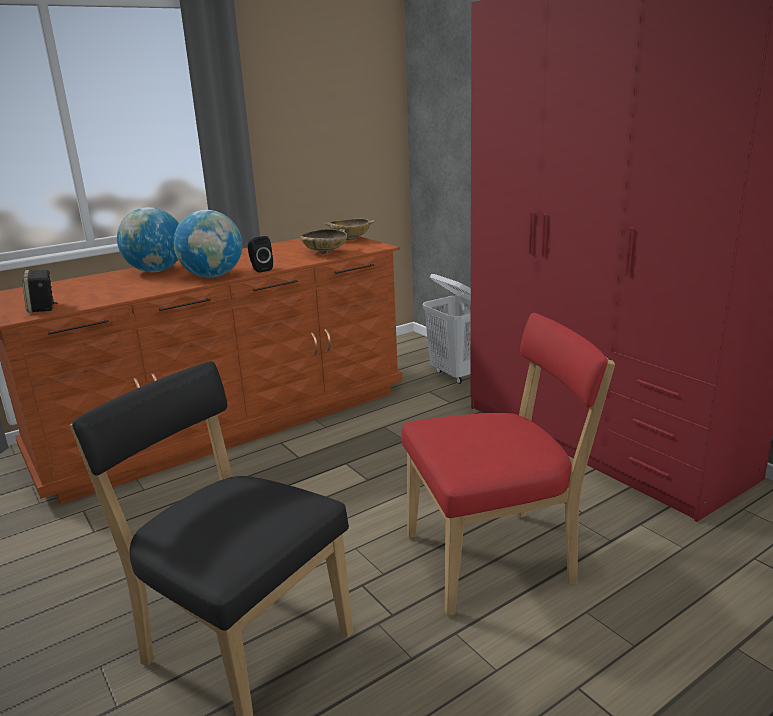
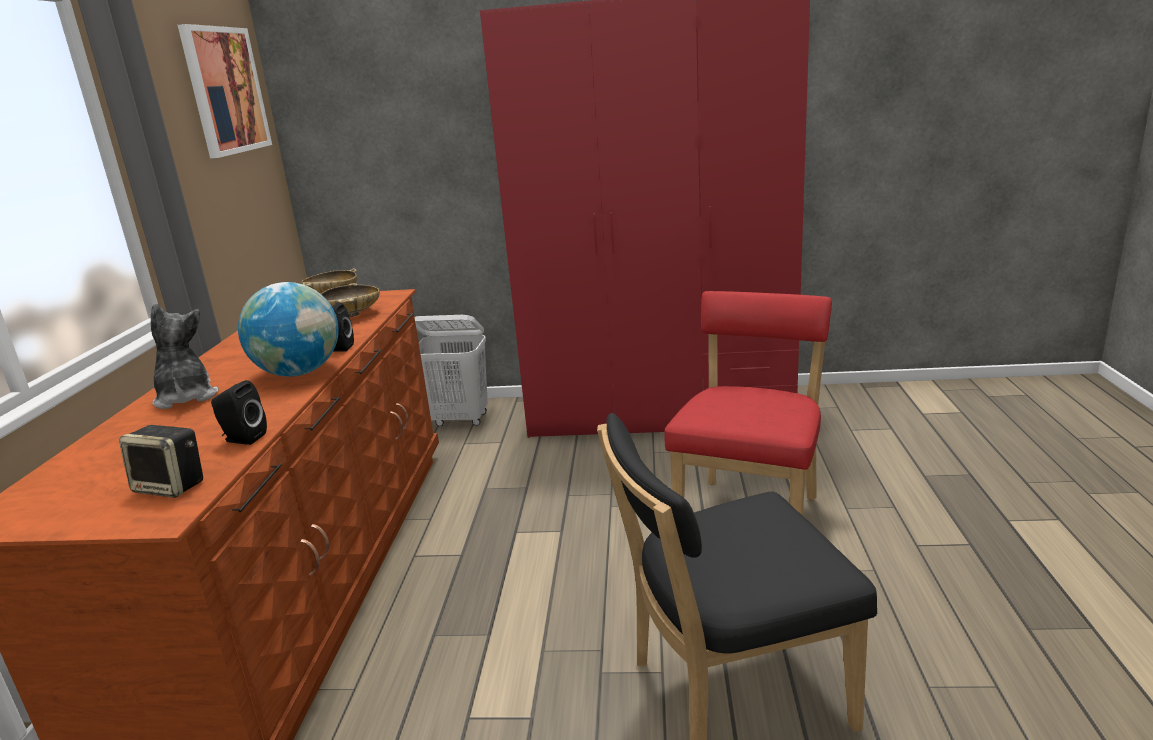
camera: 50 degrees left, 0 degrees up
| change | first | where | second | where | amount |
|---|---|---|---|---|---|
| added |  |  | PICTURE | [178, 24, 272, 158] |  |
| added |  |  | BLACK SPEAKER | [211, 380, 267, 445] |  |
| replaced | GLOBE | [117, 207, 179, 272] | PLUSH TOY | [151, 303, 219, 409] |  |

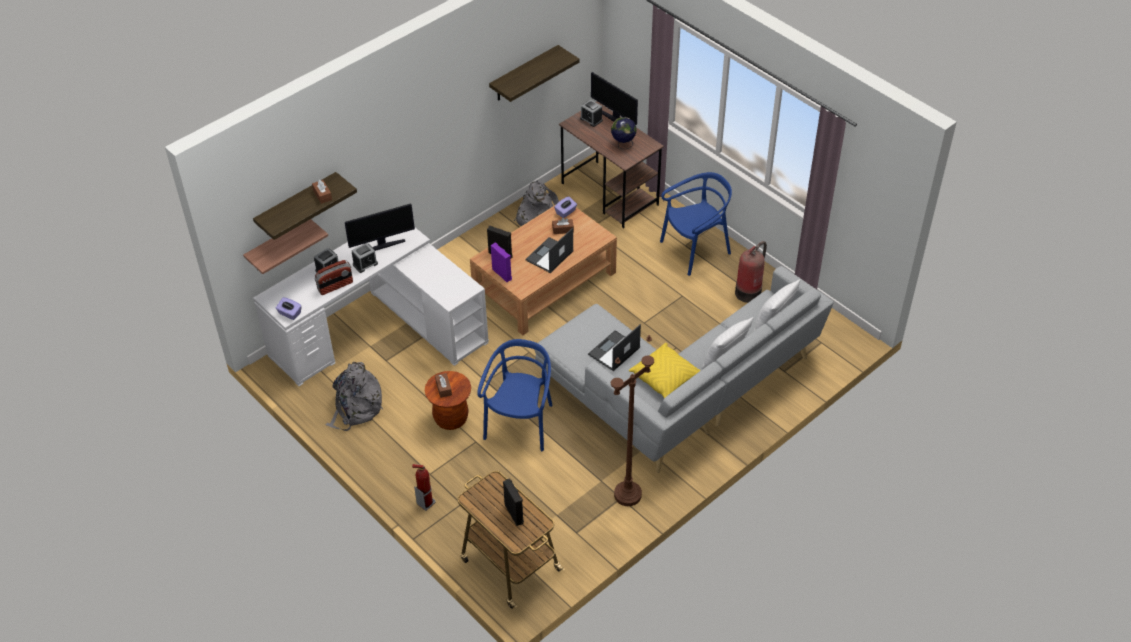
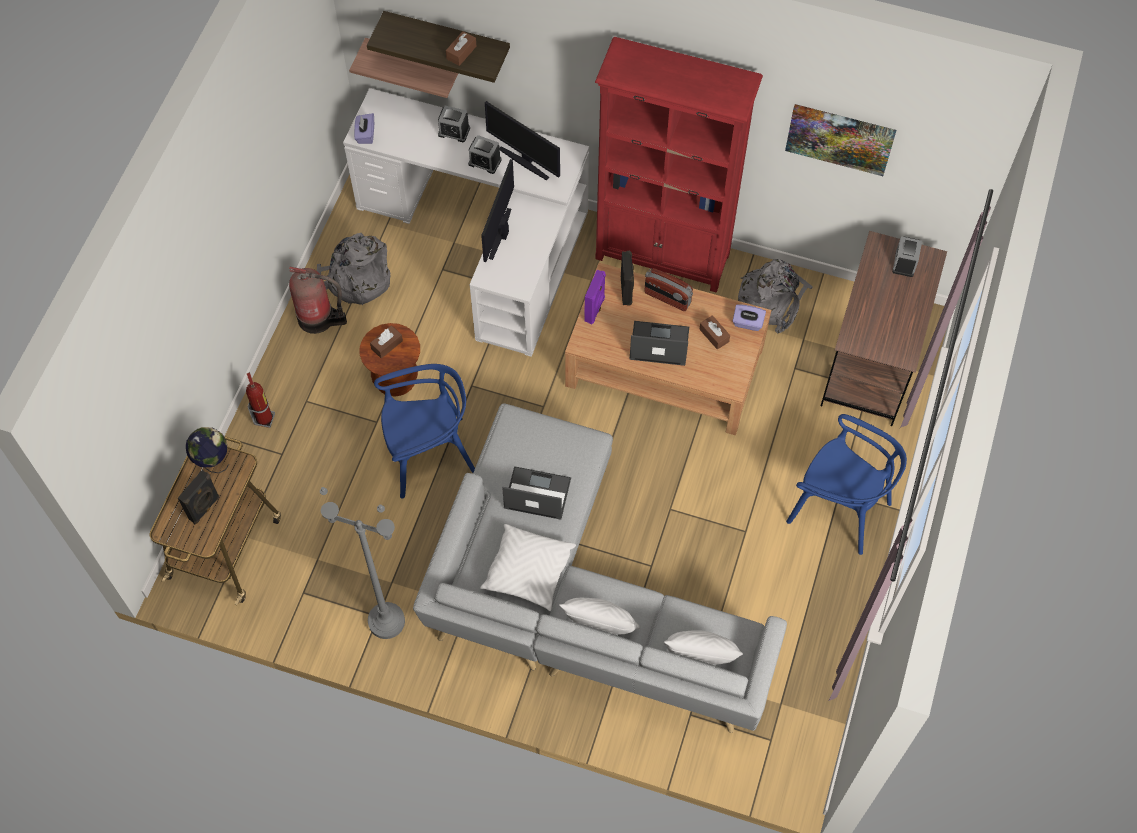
camera: 60 degrees right, 15 degrees up
| change | first | where | second | where | amount |
|---|---|---|---|---|---|
| added |  |  | RED BOOKCASE | [595, 37, 763, 293] |  |
| moved | RADIO | [315, 260, 353, 295] |  | [644, 268, 693, 311] |  |
| moved | MONITOR | [591, 72, 638, 125] |  | [481, 159, 514, 262] |  |
| moved | GLOBE | [611, 117, 637, 149] |  | [186, 427, 229, 473] |  |
| moved | FIRE EXTINGUISHER | [735, 241, 767, 303] |  | [289, 267, 347, 334] |  |
| replaced | SHELF | [489, 45, 580, 102] | PICTURE | [785, 104, 897, 176] |  |
| recoloured | BROWN FLOOR LAMP | [611, 335, 654, 506] | GREY FLOOR LAMP | [320, 487, 405, 639] |  |
| recoloured | YELLOW PILLOW | [629, 343, 701, 398] | WHITE PILLOW | [480, 524, 576, 611] |  |

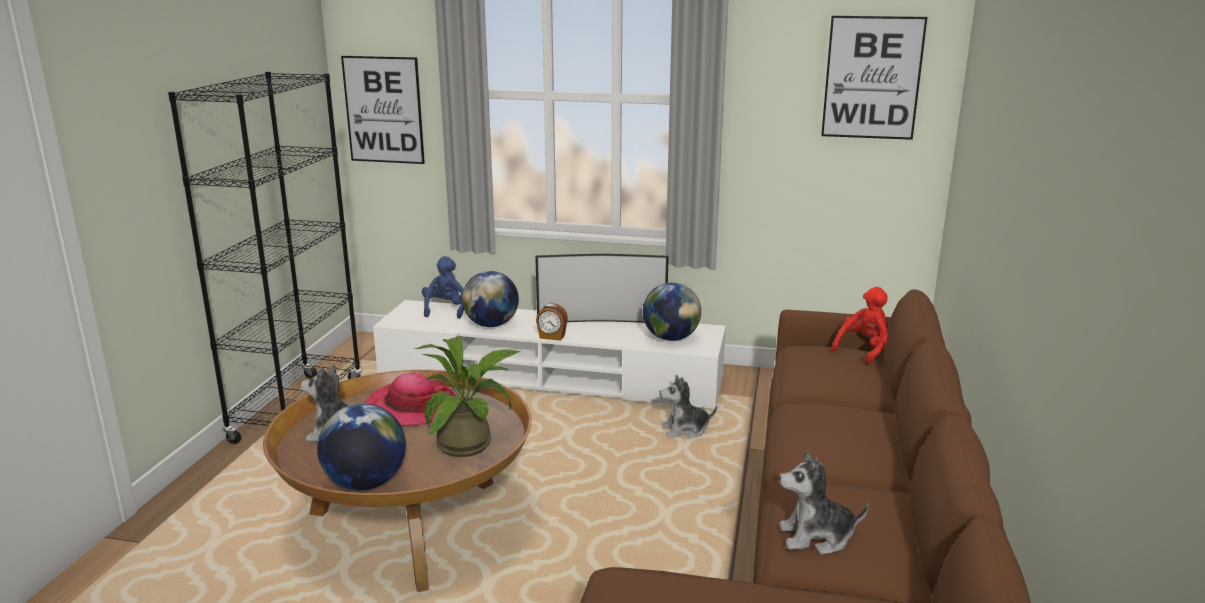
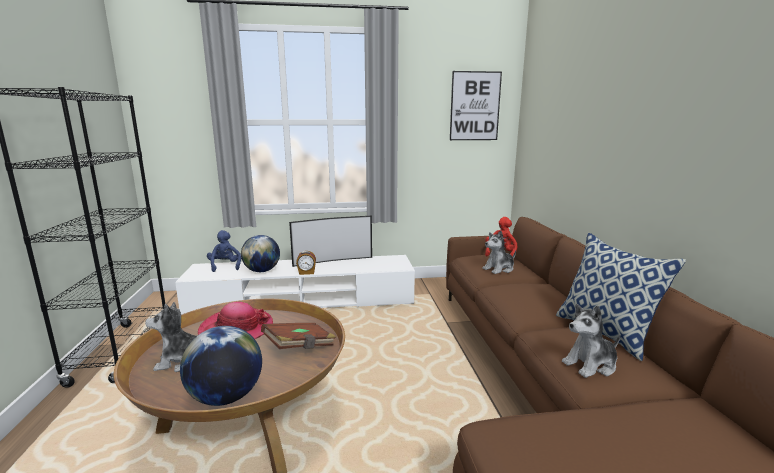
camera: 20 degrees left, 5 degrees down
| change | first | where | second | where | amount |
|---|---|---|---|---|---|
| removed | PICTURE | [341, 56, 425, 164] |  |  |  |
| removed | GLOBE | [643, 282, 701, 341] |  |  |  |
| added |  |  | PILLOW | [556, 233, 686, 361] |  |
| moved | PLUSH TOY | [659, 375, 717, 438] |  | [482, 230, 516, 274] |  |
| replaced | POTTED PLANT | [414, 336, 520, 457] | BROWN BOOK | [261, 323, 336, 349] |  |

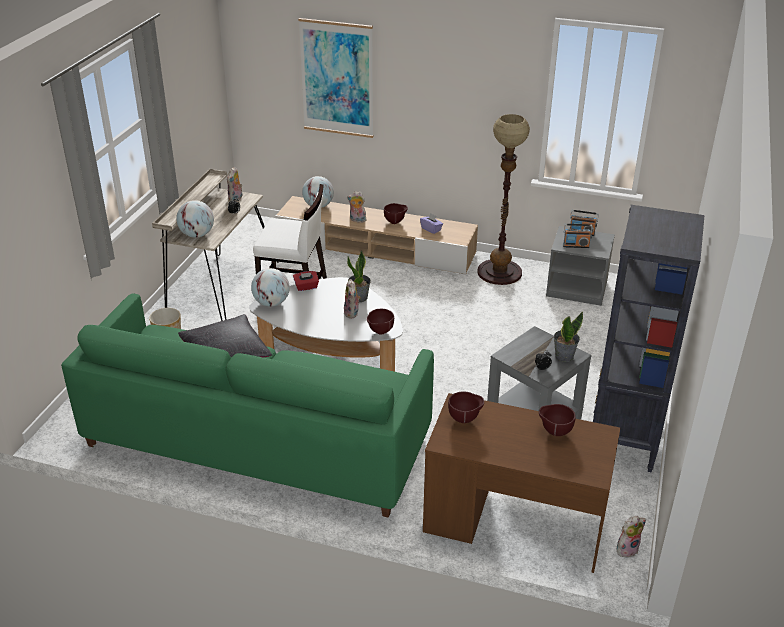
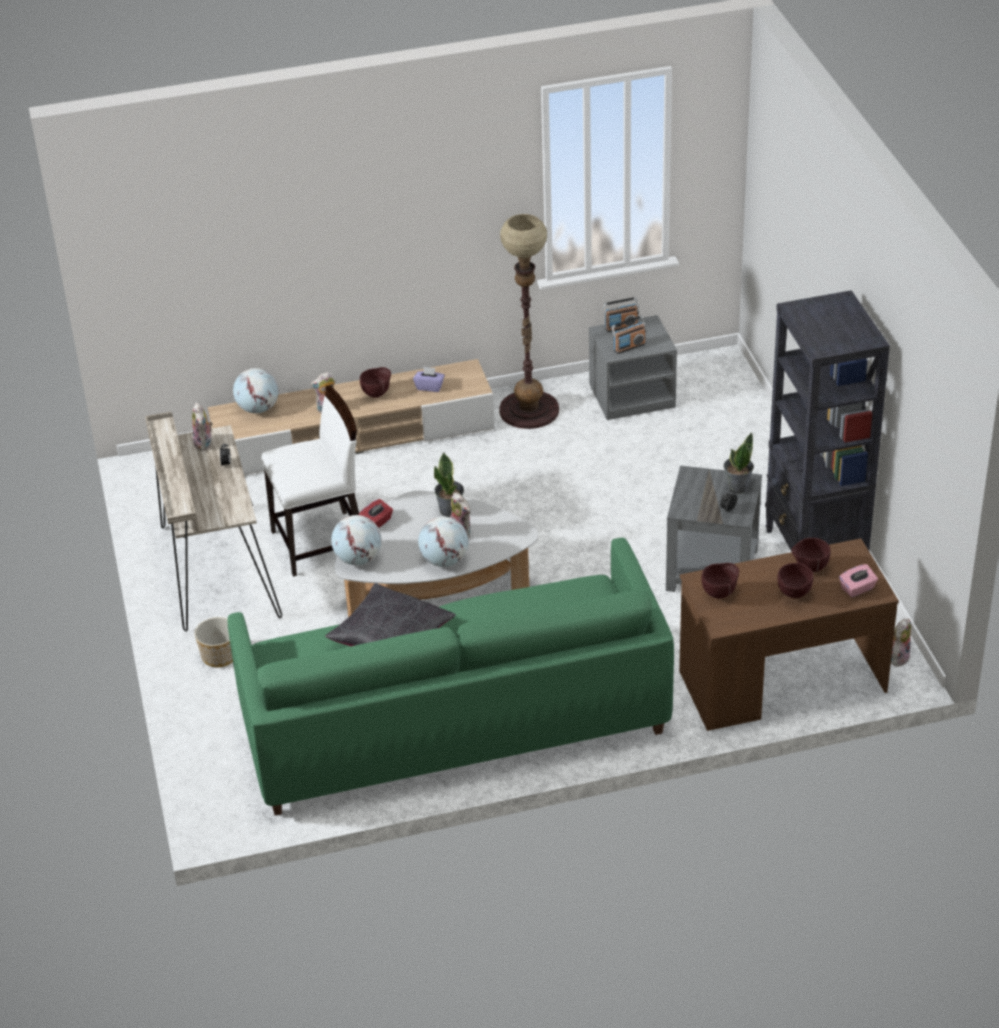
camera: 30 degrees left, 5 degrees up
| change | first | where | second | where | amount |
|---|---|---|---|---|---|
| removed | PICTURE | [298, 18, 374, 138] |  |  |  |
| added |  |  | PINK TISSUE BOX | [839, 564, 878, 597] |  |
| moved | GLOBE | [176, 200, 214, 238] |  | [418, 517, 469, 567] |  |
| moved | BROWN BOWL | [367, 309, 394, 334] |  | [777, 563, 813, 598] |  |

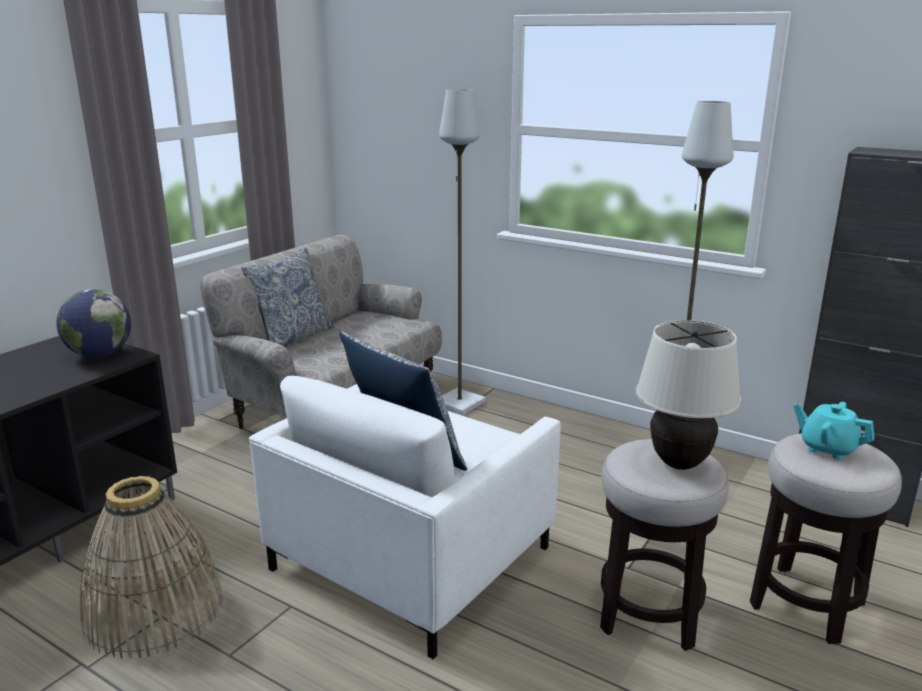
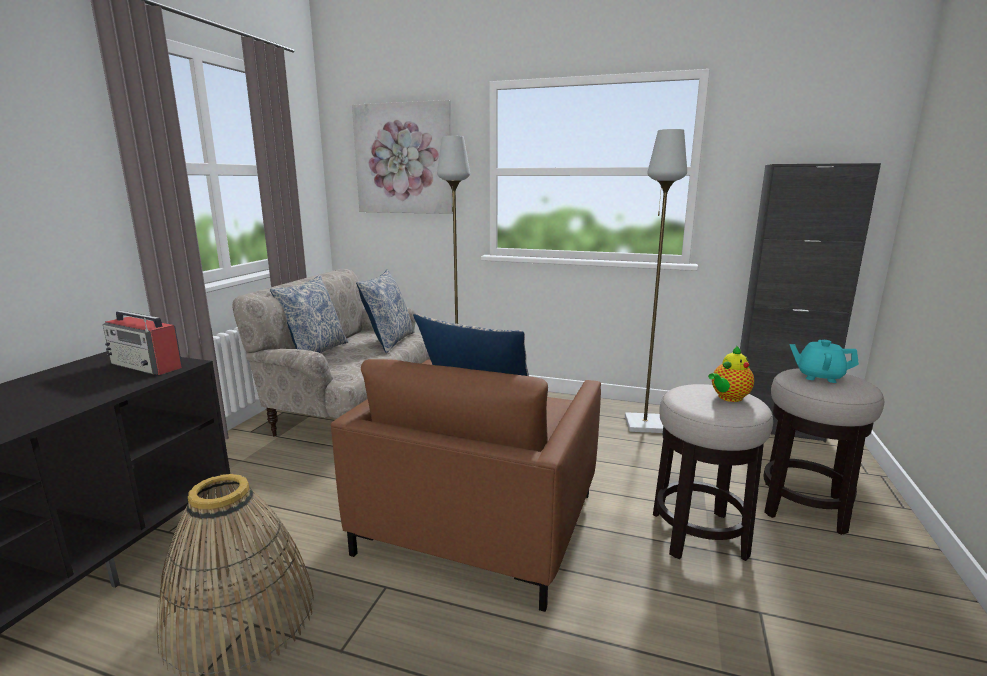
camera: 15 degrees left, 5 degrees down
| change | first | where | second | where | amount |
|---|---|---|---|---|---|
| added |  |  | PICTURE | [352, 100, 453, 214] |  |
| added |  |  | PILLOW | [356, 269, 414, 353] |  |
| replaced | GLOBE | [56, 289, 131, 357] | RADIO | [103, 311, 182, 375] |  |
| replaced | BEIGE TABLE LAMP | [636, 320, 741, 470] | TEAPOT | [708, 345, 754, 402] |  |
| recoloured | WHITE ARMCHAIR | [249, 376, 561, 659] | BROWN ARMCHAIR | [330, 359, 601, 612] |  |

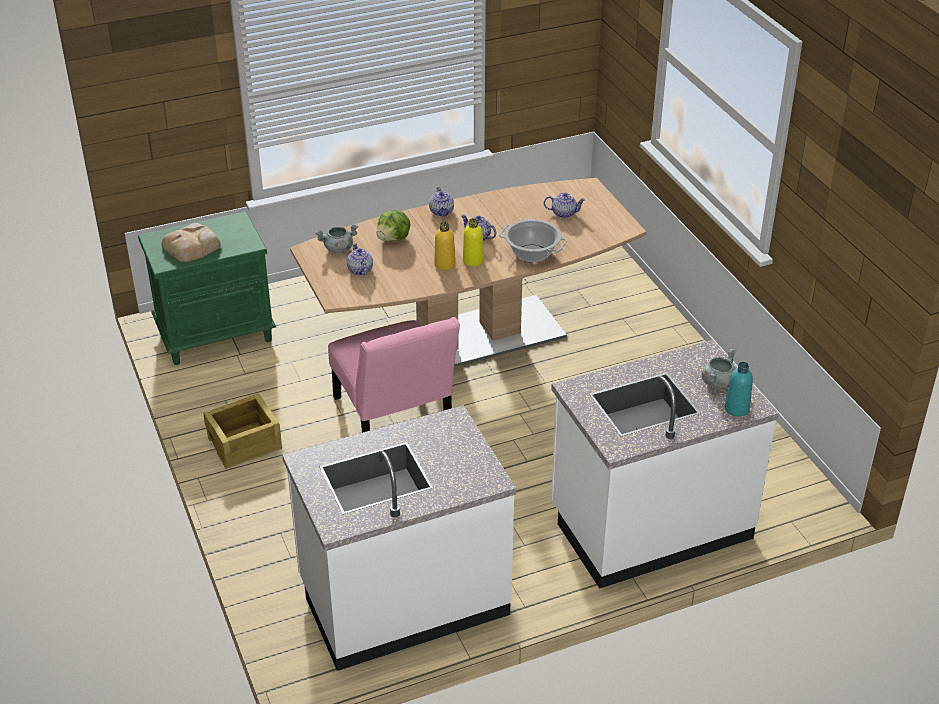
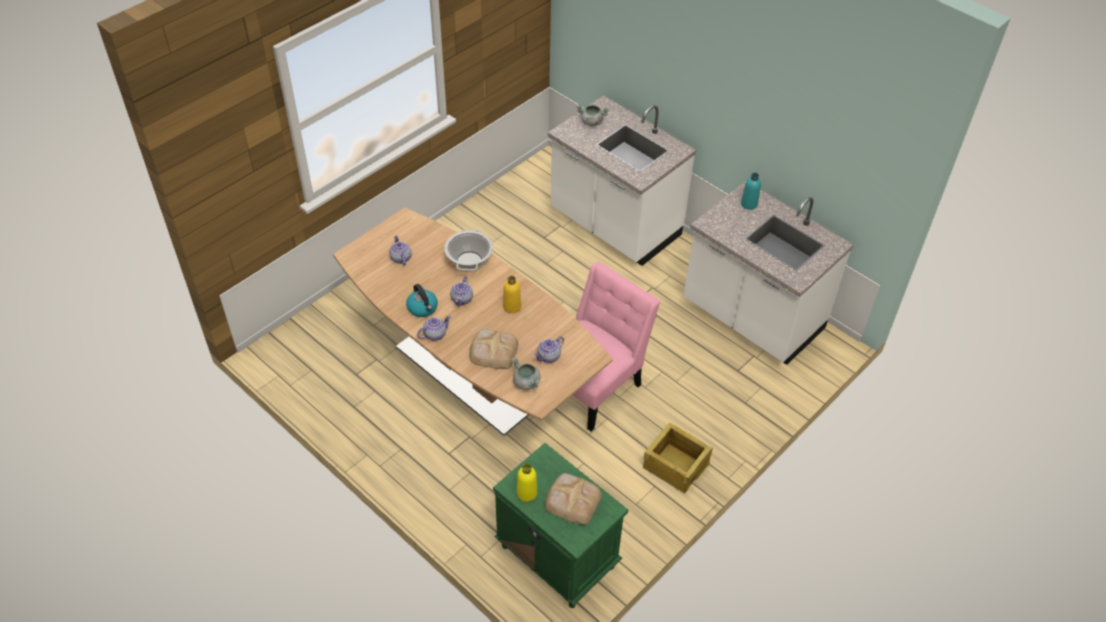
camera: 115 degrees left, 10 degrees up
| change | first | where | second | where | amount |
|---|---|---|---|---|---|
| added |  |  | KETTLE | [406, 284, 438, 317] |  |
| moved | YELLOW BOTTLE | [463, 218, 484, 267] |  | [517, 463, 537, 502] |  |
| moved | TURQUOISE BOTTLE | [725, 362, 753, 416] |  | [741, 173, 761, 210] |  |
| replaced | LETTUCE | [377, 210, 411, 242] | BREAD | [469, 329, 518, 369] |  |

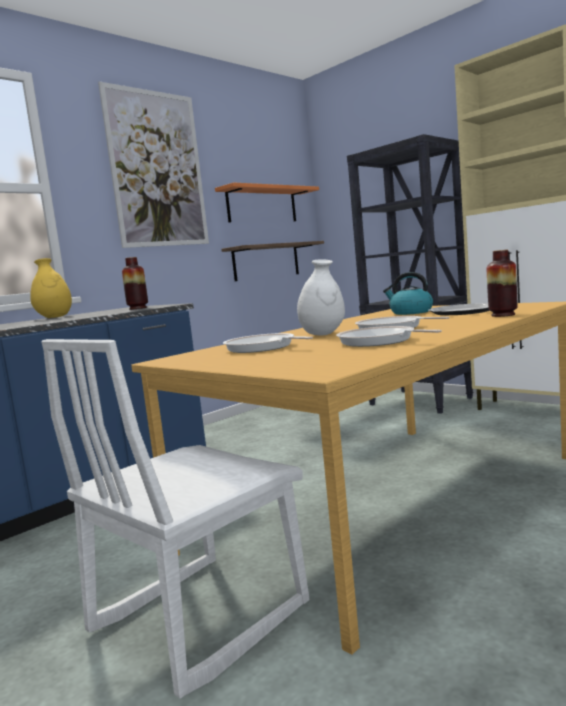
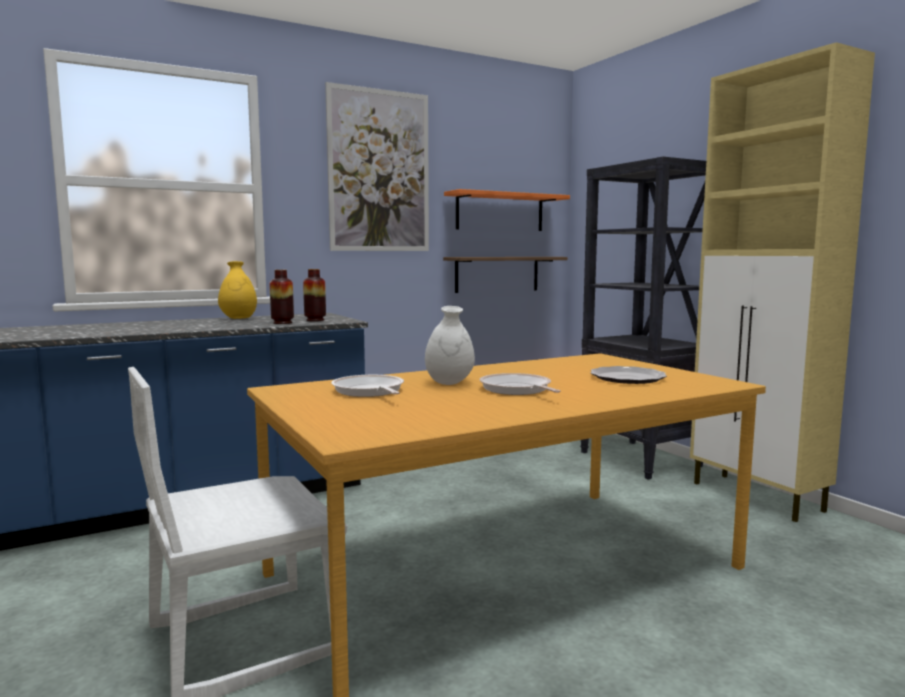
camera: 15 degrees right, 0 degrees up
| change | first | where | second | where | amount |
|---|---|---|---|---|---|
| removed | FRYING PAN | [336, 326, 442, 347] |  |  |  |
| removed | KETTLE | [383, 272, 433, 315] |  |  |  |
| moved | VASE | [487, 250, 517, 317] |  | [270, 270, 294, 324] |  |

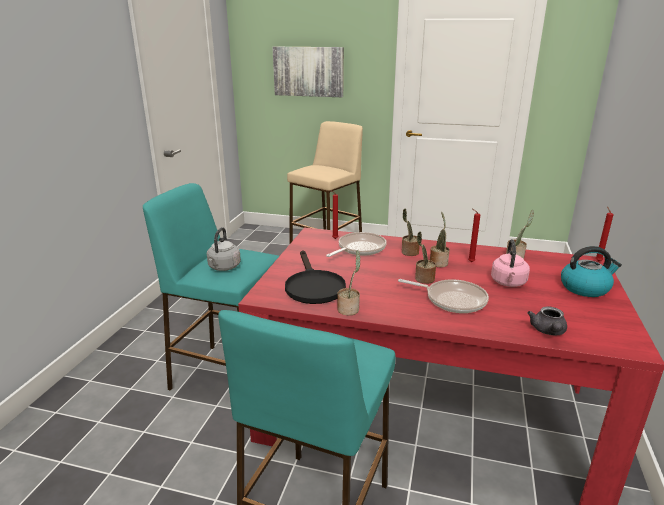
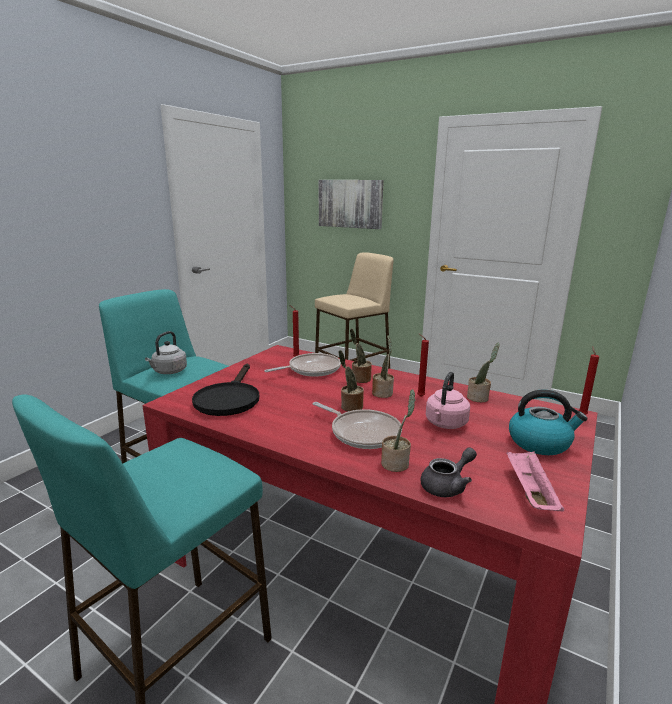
camera: 15 degrees right, 5 degrees down
| change | first | where | second | where | amount |
|---|---|---|---|---|---|
| added |  |  | PINK TRAY | [507, 451, 564, 511] |  |
| moved | POTTED PLANT | [337, 250, 361, 316] |  | [381, 389, 415, 472] |  |
| turned | GREY TEAPOT | [527, 306, 567, 335] |  | [421, 447, 477, 497] | 150 degrees counterclockwise |

